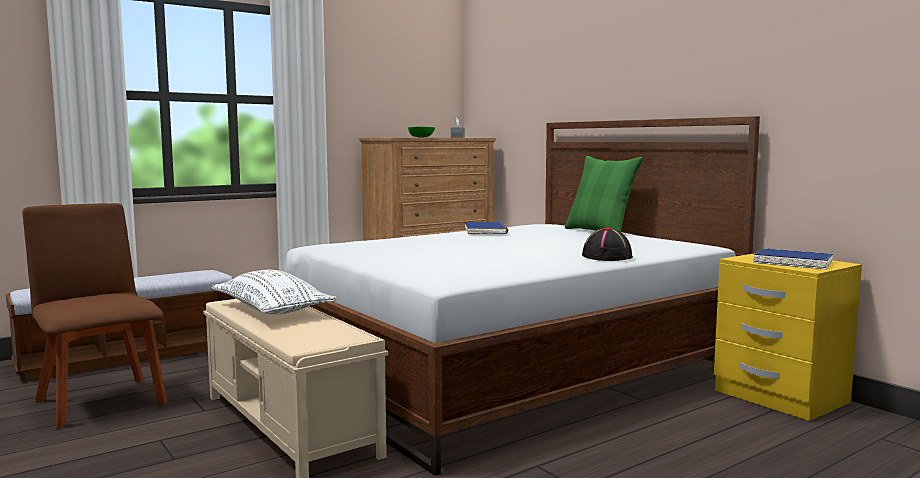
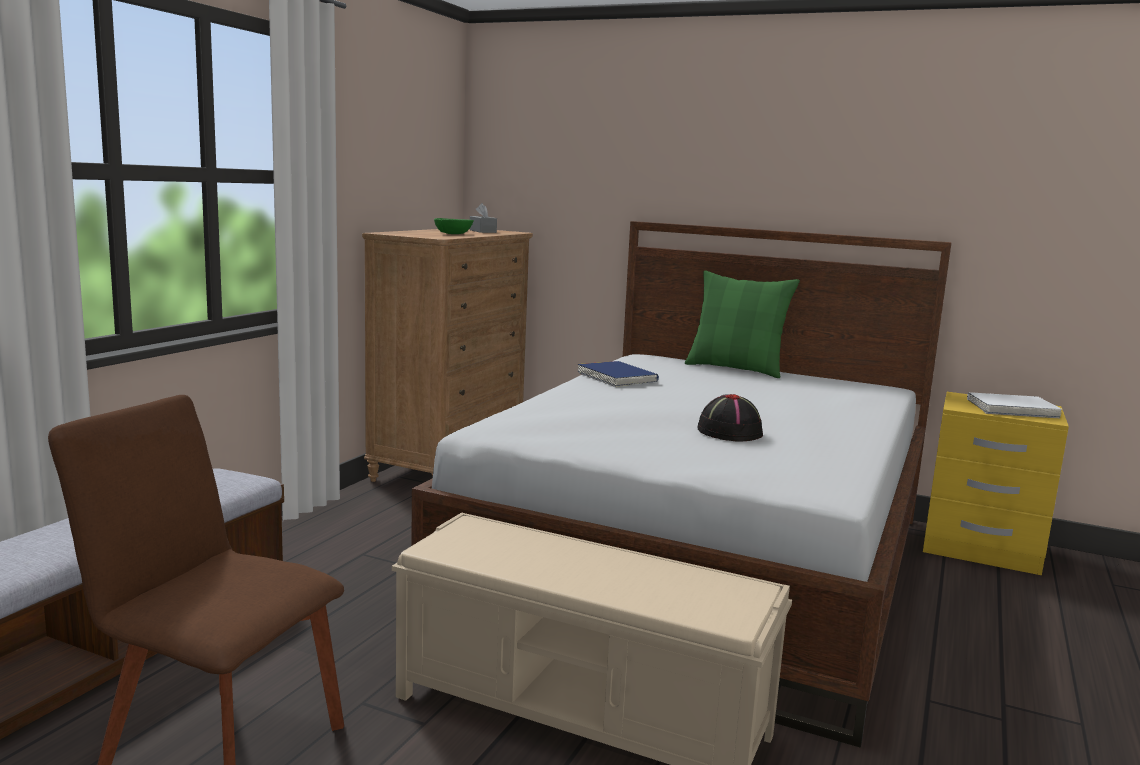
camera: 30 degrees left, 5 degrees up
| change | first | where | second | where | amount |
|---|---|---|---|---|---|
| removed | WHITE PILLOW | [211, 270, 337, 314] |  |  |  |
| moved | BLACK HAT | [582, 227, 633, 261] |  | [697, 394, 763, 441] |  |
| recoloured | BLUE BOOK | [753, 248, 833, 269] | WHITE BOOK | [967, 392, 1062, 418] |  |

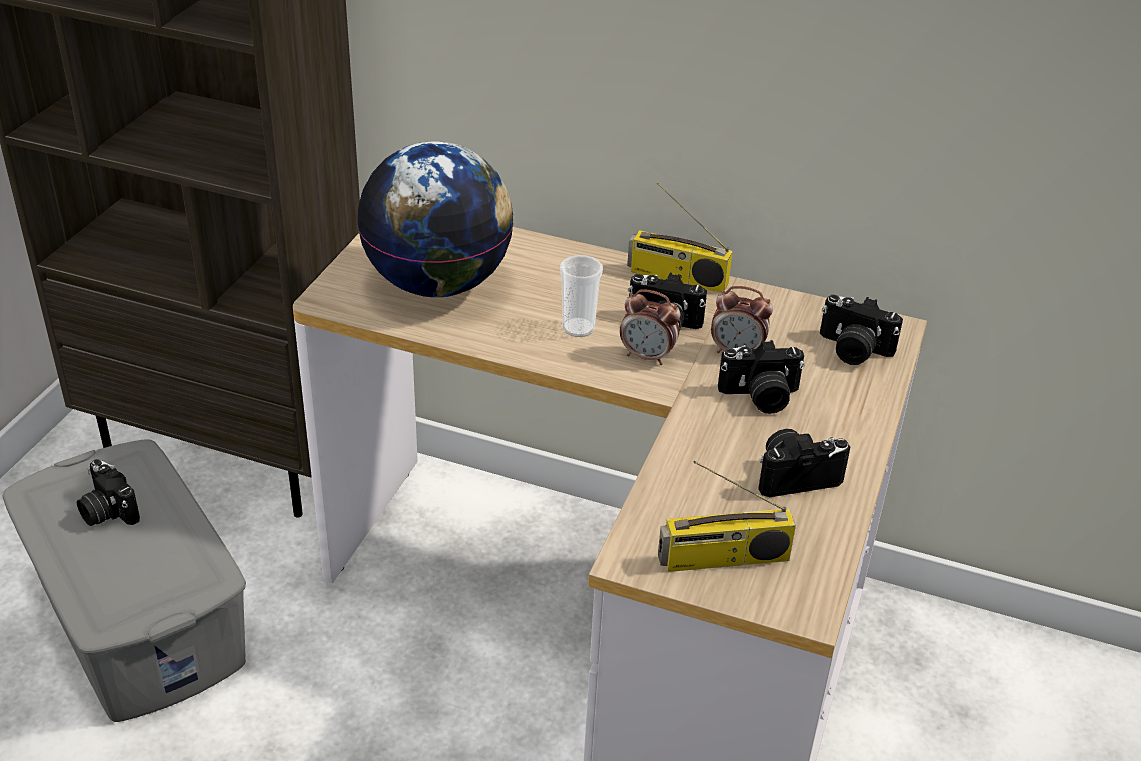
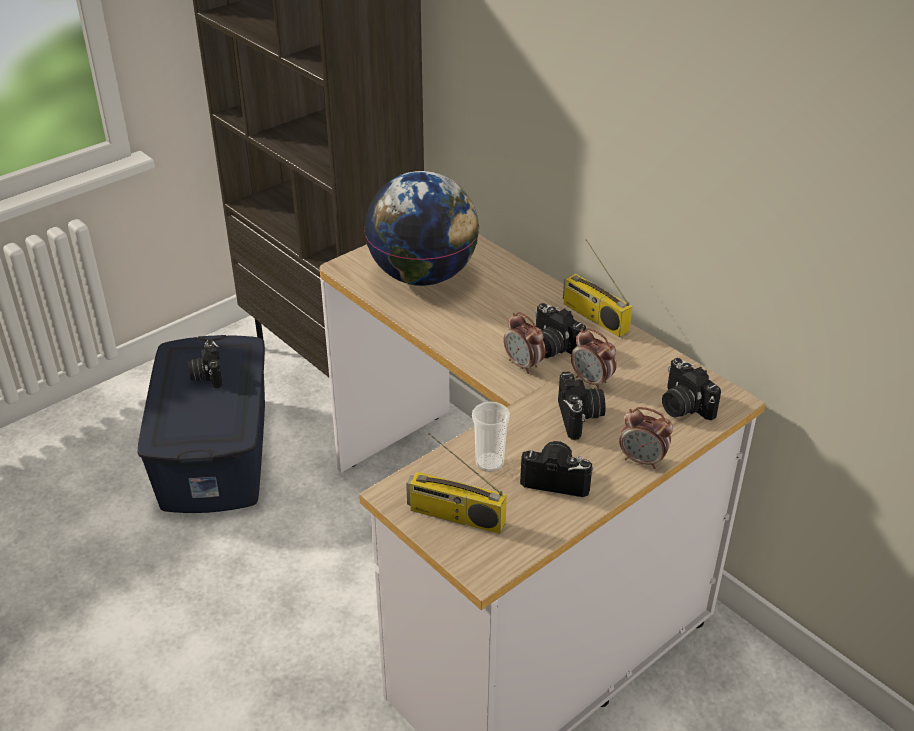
camera: 30 degrees right, 0 degrees up
| change | first | where | second | where | amount |
|---|---|---|---|---|---|
| added |  |  | ALARM CLOCK | [619, 407, 673, 469] |  |
| moved | CUP | [560, 255, 603, 337] |  | [472, 401, 510, 472] |  |
| recoloured | GREY STORAGE BOX | [2, 439, 246, 722] | BLUE STORAGE BOX | [138, 335, 265, 513] |  |
| turned | PHOTO CAMERA | [718, 340, 805, 414] |  | [558, 372, 606, 440] | 120 degrees counterclockwise |

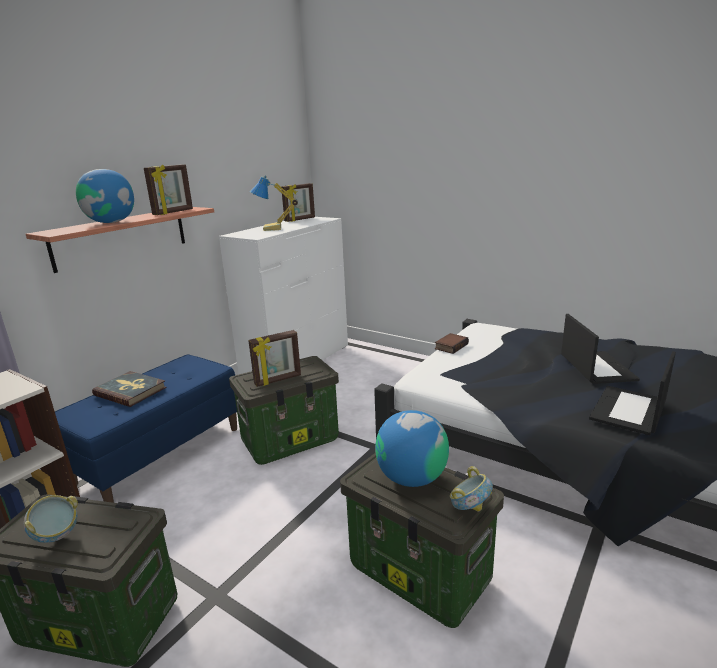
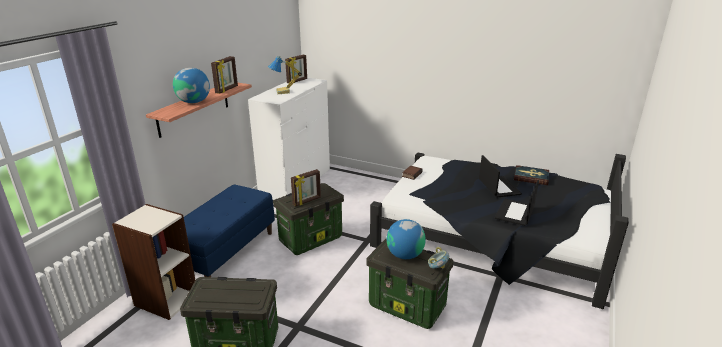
camera: 10 degrees left, 5 degrees up
| change | first | where | second | where | amount |
|---|---|---|---|---|---|
| removed | BOWL | [24, 495, 78, 543] |  |  |  |
| moved | BOOK | [92, 371, 167, 407] |  | [514, 165, 549, 185] |  |

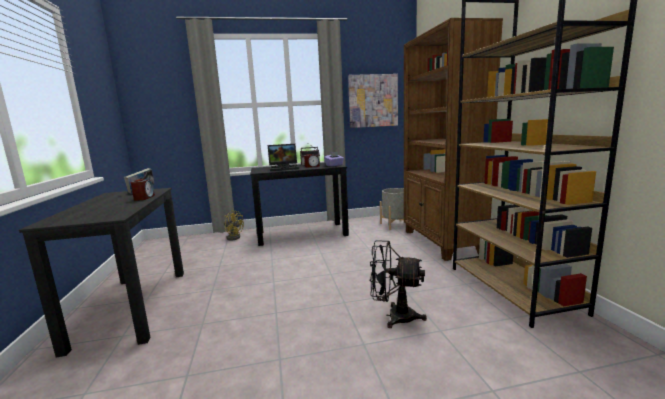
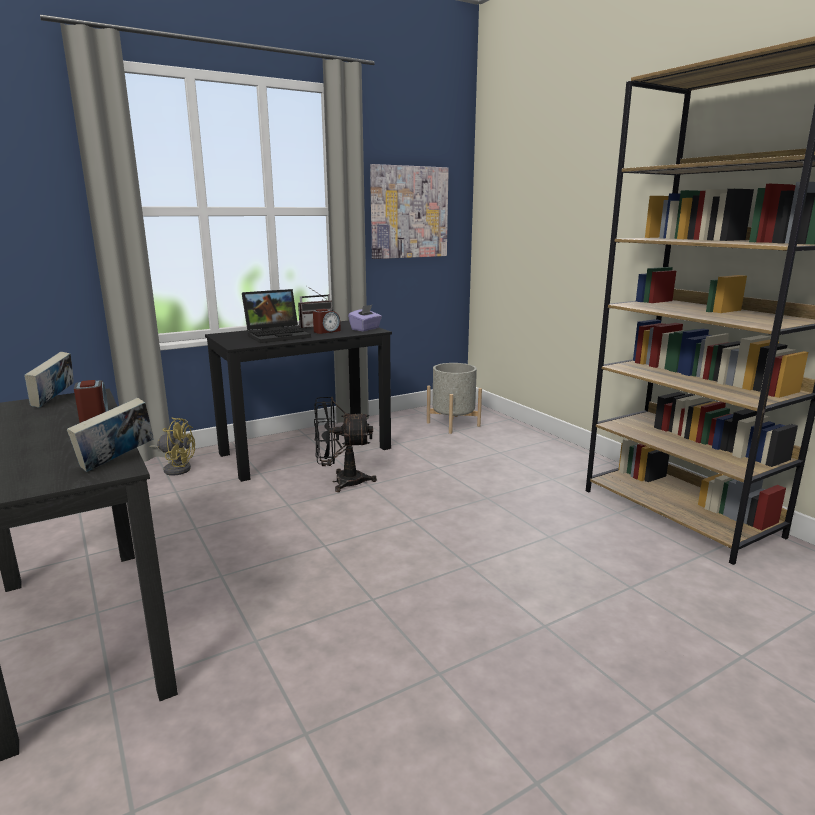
camera: 20 degrees left, 5 degrees up
| change | first | where | second | where | amount |
|---|---|---|---|---|---|
| removed | BROWN BOOKCASE | [404, 18, 503, 261] |  |  |  |
| added |  |  | BOOK | [67, 398, 153, 472] |  |
| moved | BLACK FAN | [370, 240, 427, 328] |  | [314, 396, 377, 492] |  |

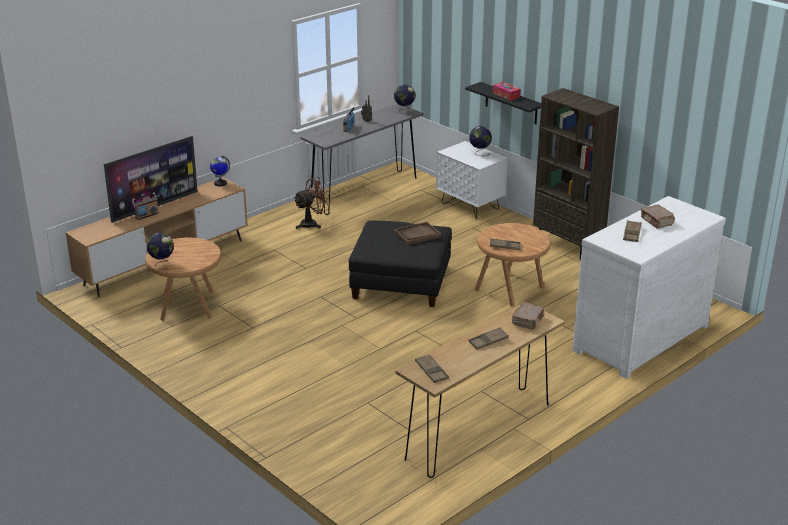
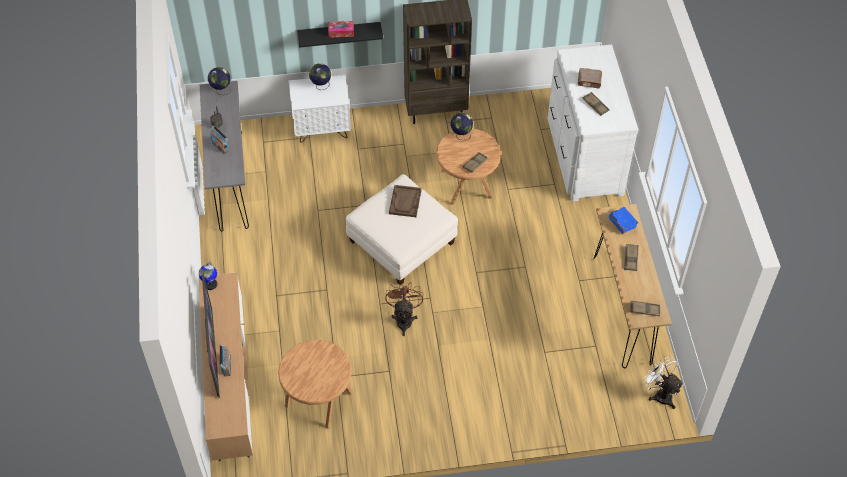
camera: 55 degrees left, 25 degrees up
| change | first | where | second | where | amount |
|---|---|---|---|---|---|
| added |  |  | WHITE FAN | [643, 356, 684, 409] |  |
| moved | GLOBE | [147, 233, 174, 270] |  | [450, 113, 473, 140] |  |
| moved | BROWN FAN | [294, 177, 331, 229] |  | [385, 282, 423, 336] |  |
| recoloured | BLACK OTTOMAN | [349, 220, 452, 307] | WHITE OTTOMAN | [346, 174, 458, 285] |  |
| recoloured | BROWN BOOK | [512, 302, 544, 329] | BLUE BOOK | [609, 207, 639, 234] |  |

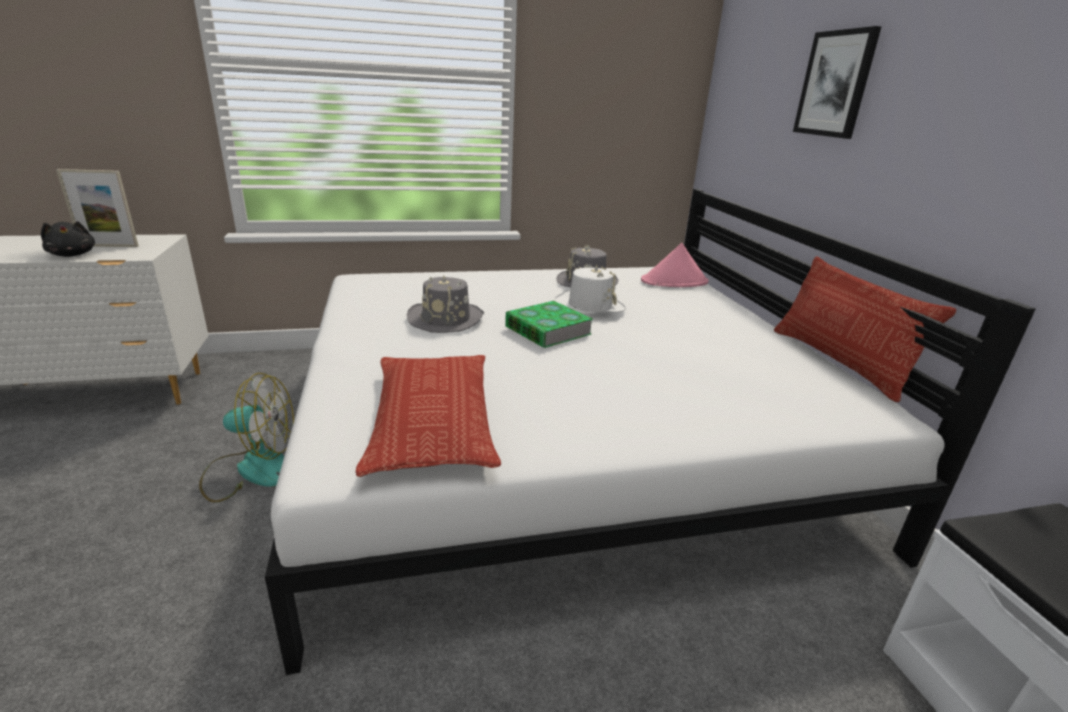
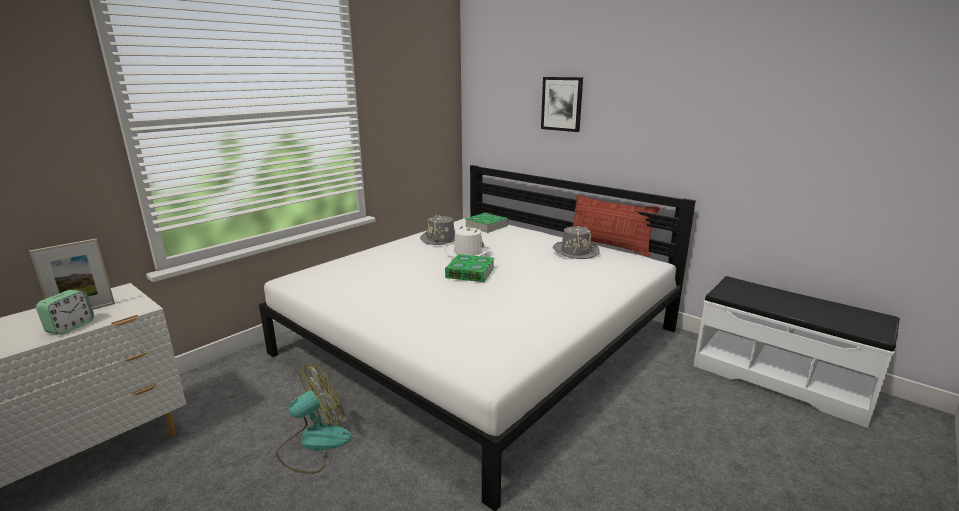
camera: 35 degrees left, 5 degrees down
| change | first | where | second | where | amount |
|---|---|---|---|---|---|
| removed | PILLOW | [356, 355, 501, 477] |  |  |  |
| moved | GREY HAT | [407, 276, 484, 333] |  | [553, 225, 600, 259] |  |
| replaced | BLACK PLUSH TOY | [41, 221, 95, 257] | ALARM CLOCK | [36, 290, 94, 335] |  |
| replaced | PINK HAT | [641, 243, 709, 287] | BOOK | [465, 213, 508, 233] |  |

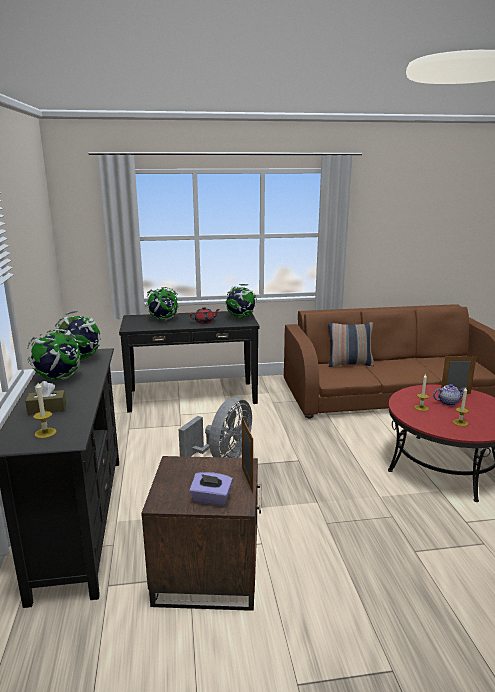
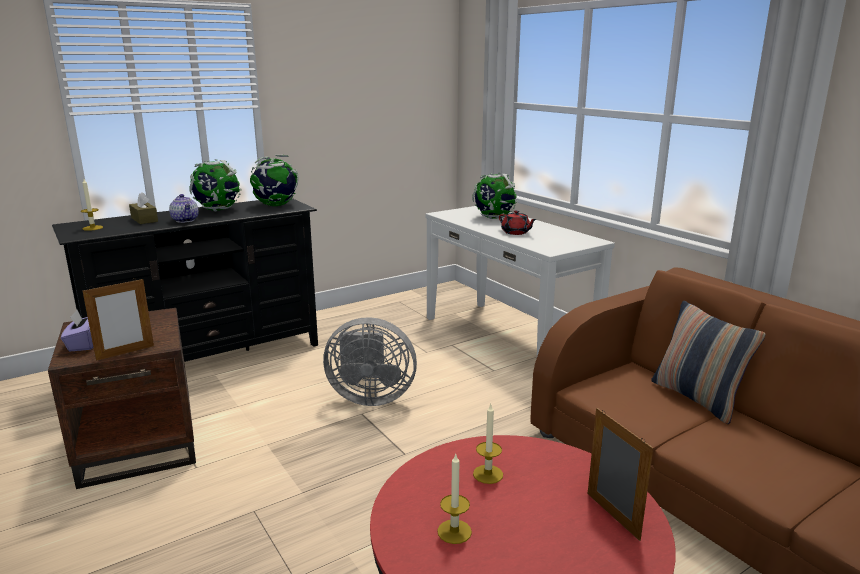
camera: 65 degrees right, 0 degrees up
| change | first | where | second | where | amount |
|---|---|---|---|---|---|
| removed | GLOBE | [225, 284, 257, 318] |  |  |  |
| moved | TEAPOT | [433, 384, 467, 406] |  | [169, 194, 199, 223] |  |
| recoloured | BLACK CONSOLE TABLE | [119, 311, 259, 413] | WHITE CONSOLE TABLE | [425, 206, 615, 356] |  |

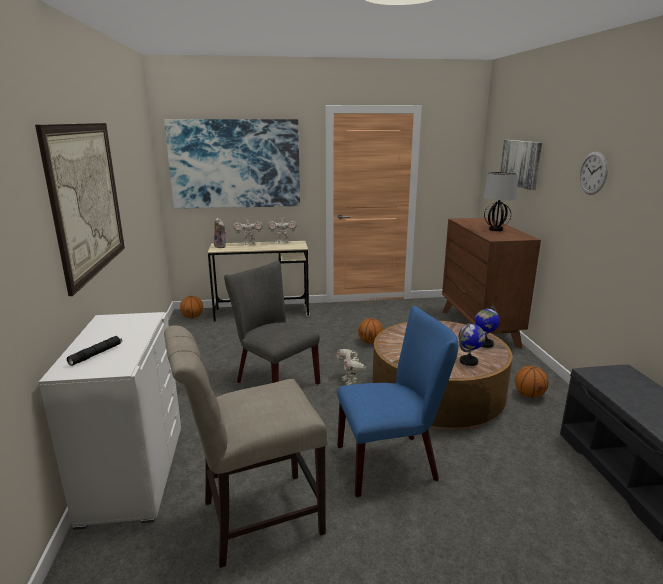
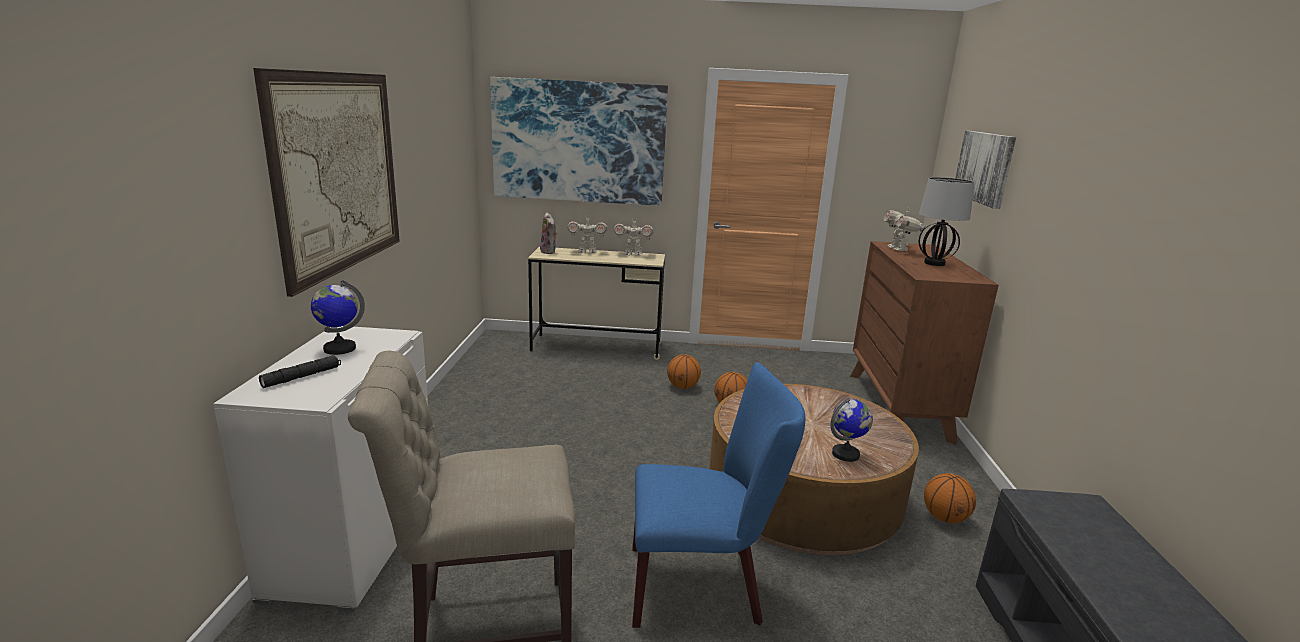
camera: 10 degrees right, 0 degrees up
| change | first | where | second | where | amount |
|---|---|---|---|---|---|
| removed | GREY CHAIR | [224, 261, 320, 384] |  |  |  |
| removed | WALL CLOCK | [579, 152, 608, 195] |  |  |  |
| moved | BASKETBALL | [180, 296, 203, 319] |  | [667, 354, 701, 389] |  |
| moved | TOY ROBOT | [337, 349, 367, 385] |  | [884, 207, 926, 251] |  |
| moved | GLOBE | [475, 306, 500, 348] |  | [311, 280, 365, 355] |  |

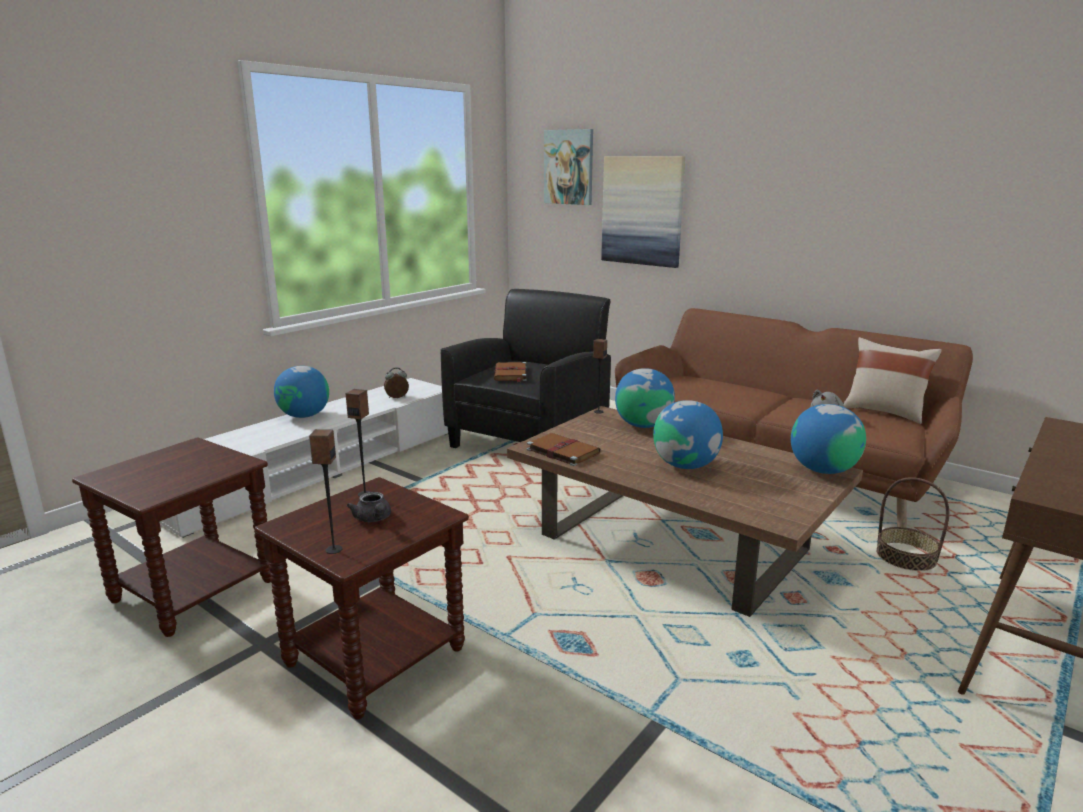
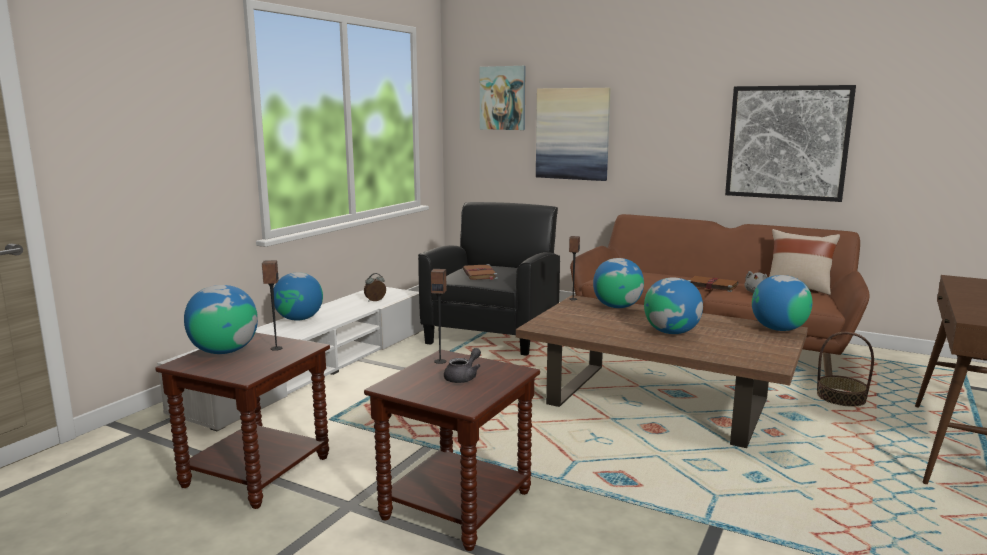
camera: 10 degrees left, 5 degrees down
| change | first | where | second | where | amount |
|---|---|---|---|---|---|
| added |  |  | GLOBE | [184, 285, 258, 354] |  |
| added |  |  | PICTURE | [725, 85, 856, 202] |  |
| moved | SPEAKER | [309, 429, 342, 554] |  | [262, 260, 283, 351] |  |
| moved | BROWN BOOK | [527, 433, 601, 466] |  | [687, 276, 739, 292] |  |
| turned | GREY TEAPOT | [347, 492, 391, 522] |  | [444, 348, 481, 383] | 105 degrees counterclockwise |

